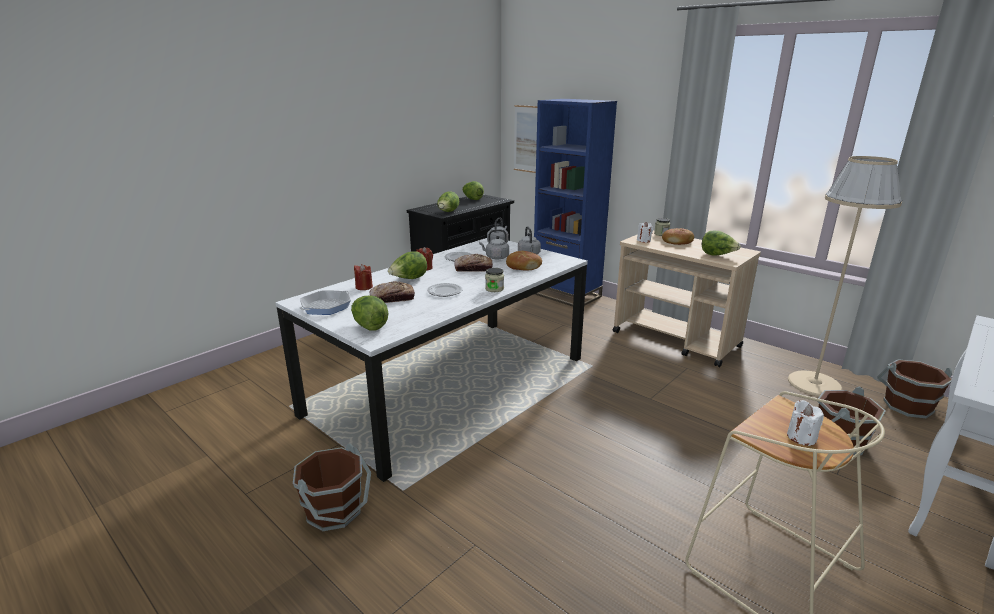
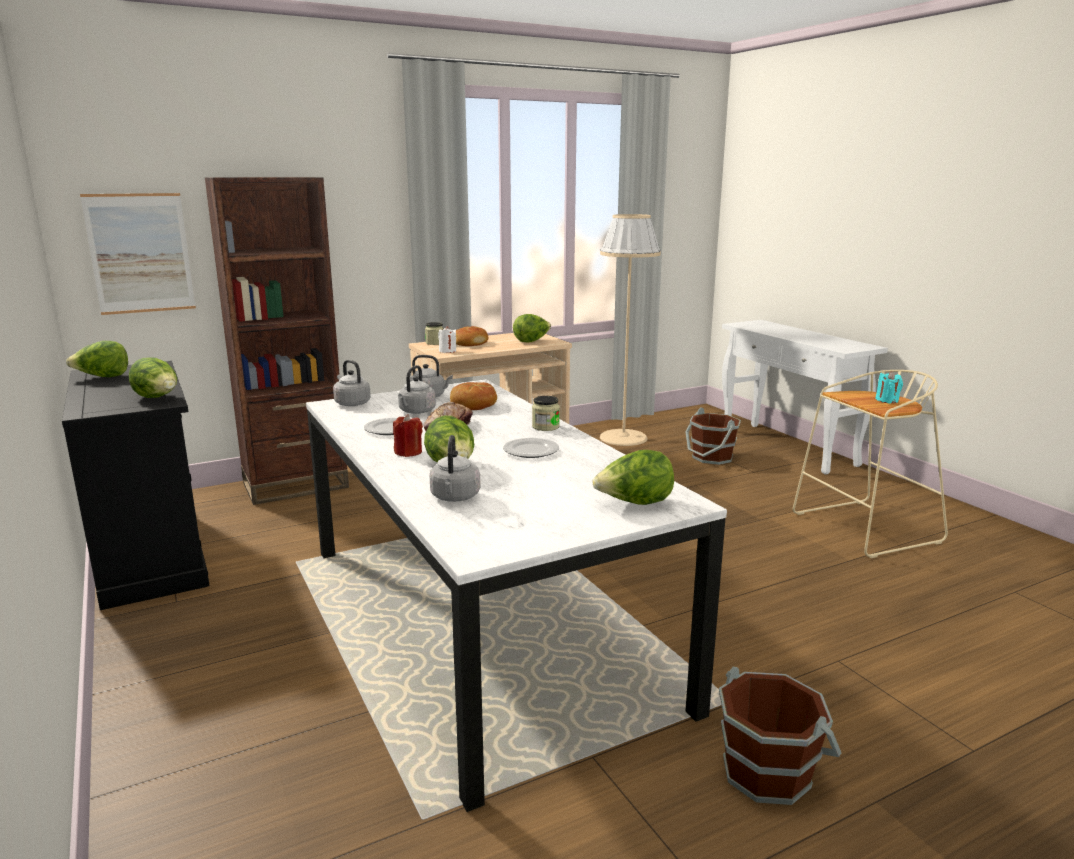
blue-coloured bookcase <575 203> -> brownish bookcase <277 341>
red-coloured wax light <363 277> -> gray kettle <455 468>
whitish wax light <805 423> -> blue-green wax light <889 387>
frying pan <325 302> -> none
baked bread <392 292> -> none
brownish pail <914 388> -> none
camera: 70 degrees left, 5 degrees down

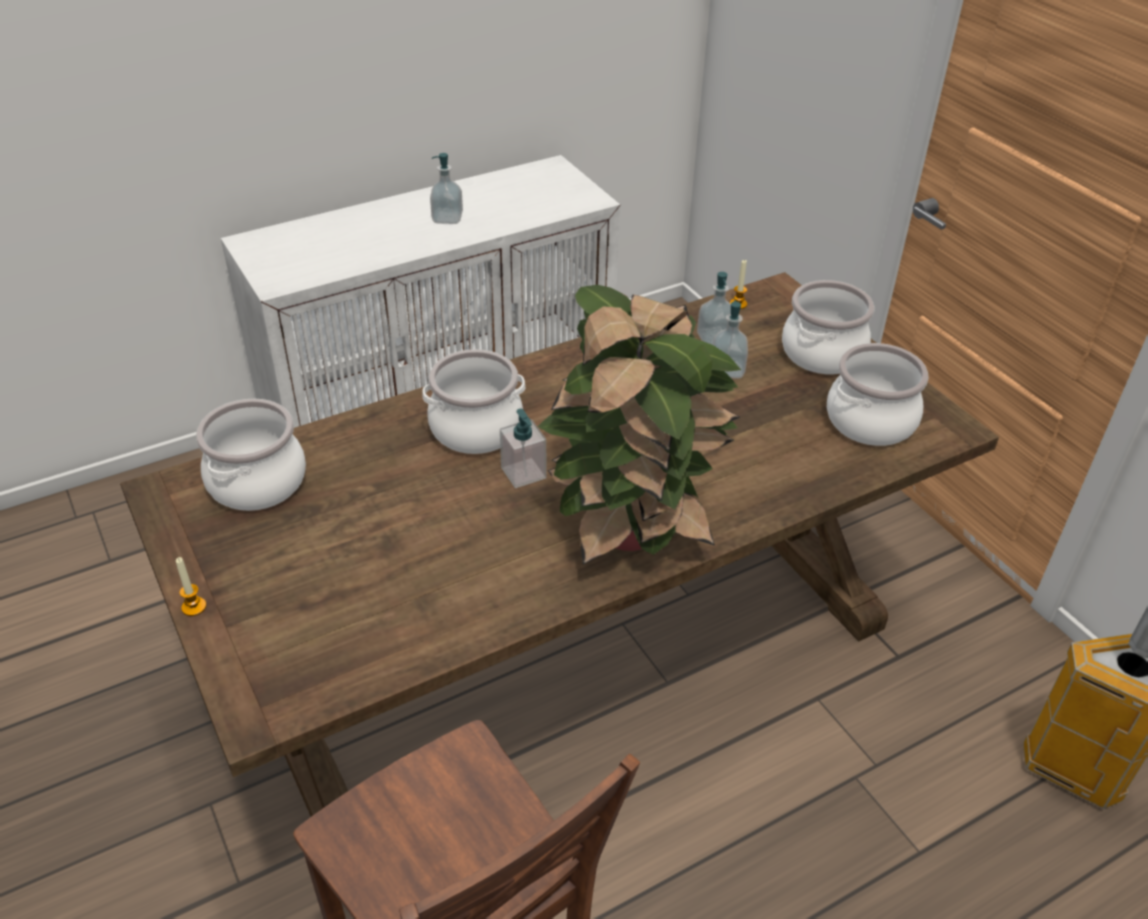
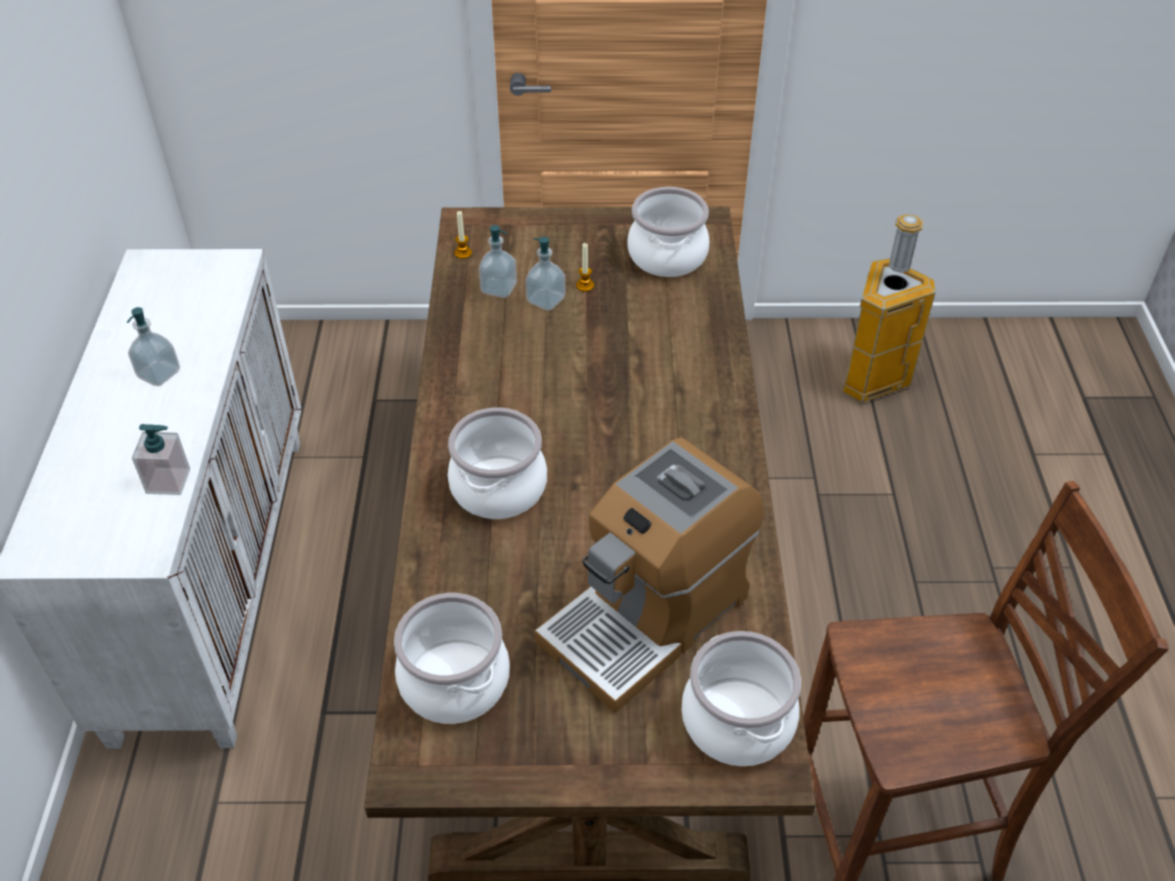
soap bottle <523 448> -> soap bottle <161 459>, move
none -> coffee brewer <649 575>
wax light <191 586> -> wax light <585 267>, move
saucepot <828 327> -> saucepot <741 698>, move
potted plant <639 424> -> none
camera: 60 degrees left, 5 degrees up

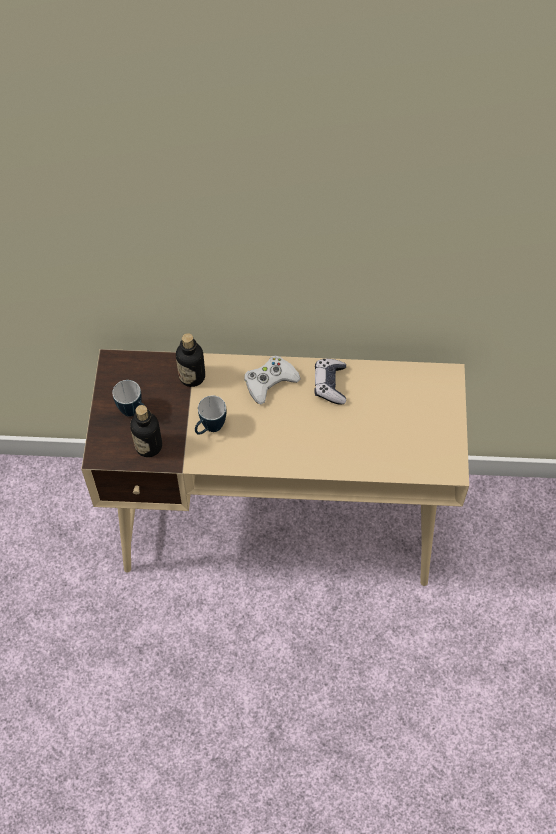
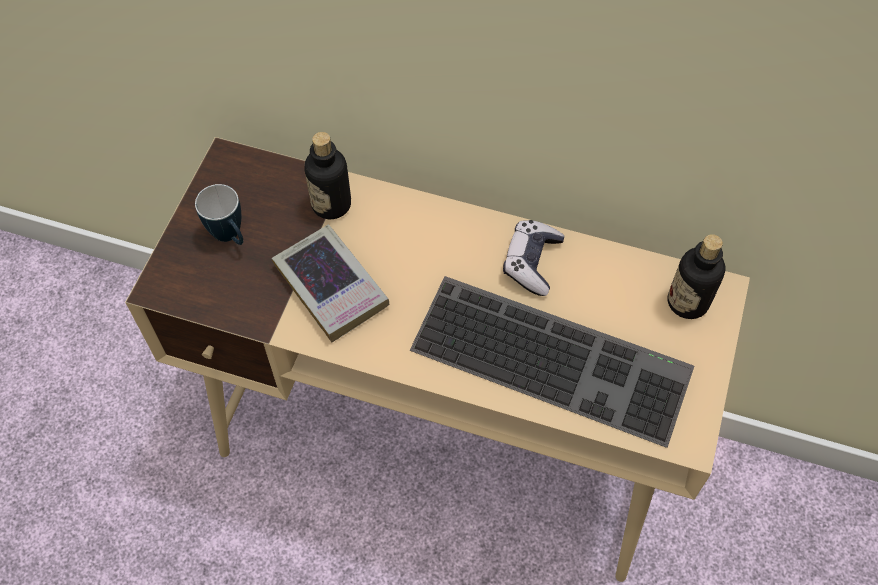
tea mug <211 415> -> volume <331 283>
none -> computer keyboard <552 362>
bottle <146 431> -> bottle <696 276>, move
whitish game controller <272 380> -> none
camera: 15 degrees right, 0 degrees up

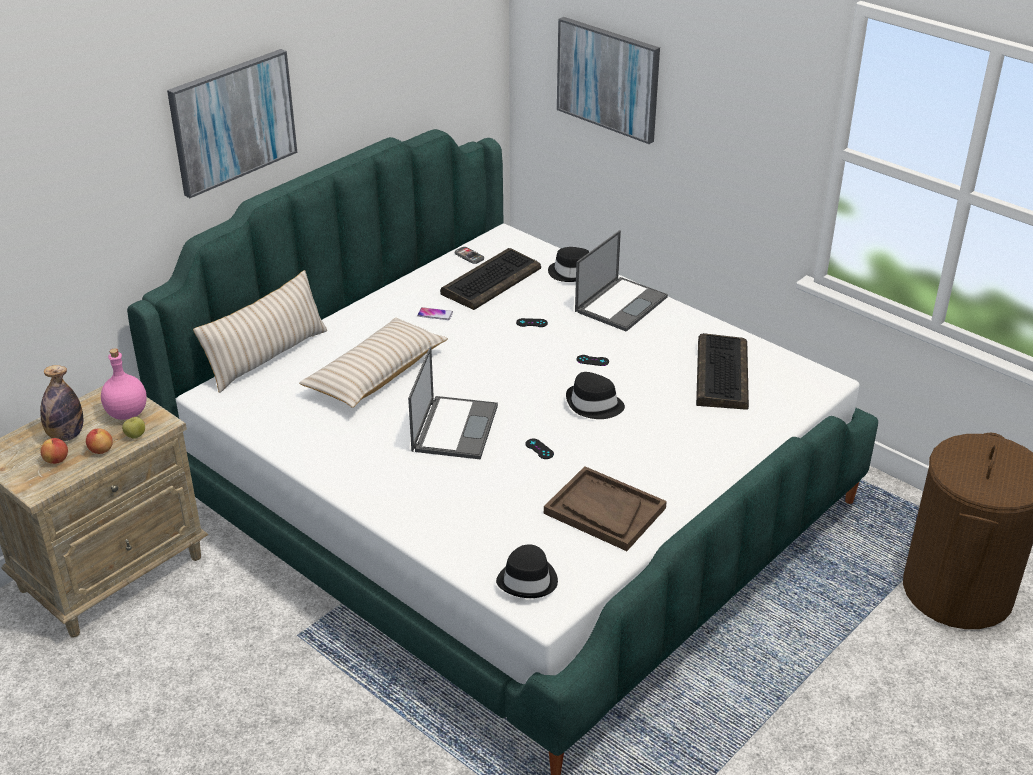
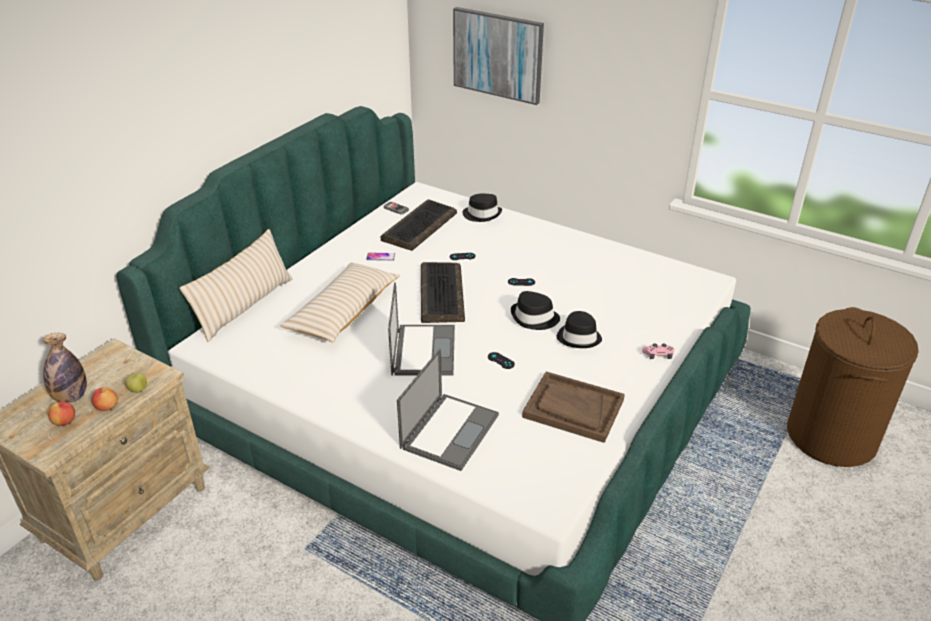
laptop <621 281> -> laptop <448 410>, move
computer keyboard <722 371> -> computer keyboard <443 292>, move
black-coloured wearable hat <527 571> -> black-coloured wearable hat <579 329>, move
none -> pinkish game controller <658 351>
pinkish bottle <124 384> -> none
wall art <232 123> -> none
camera: 10 degrees left, 0 degrees up

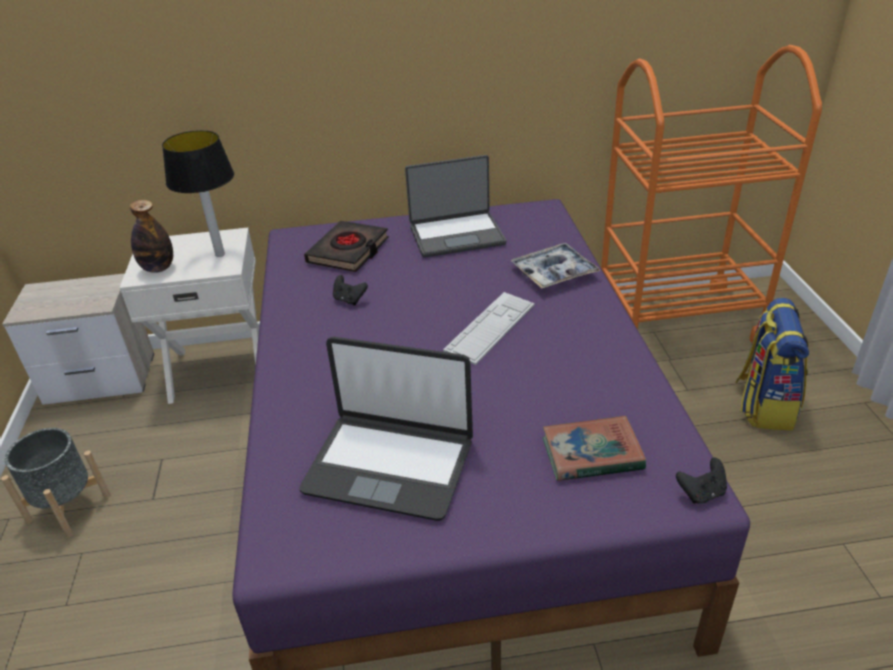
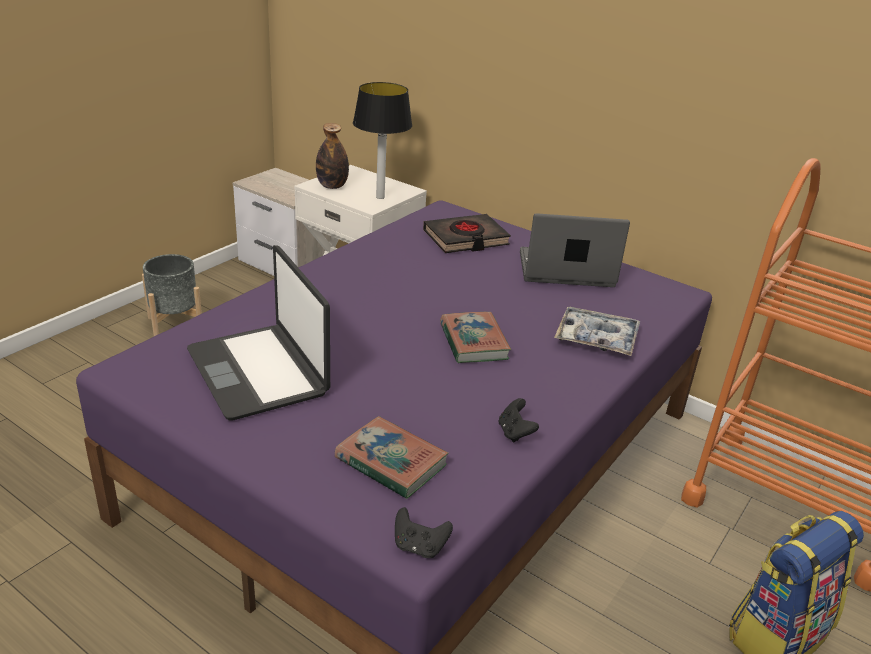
computer keyboard <489 328> -> volume <475 337>
black-coloured game controller <350 290> -> black-coloured game controller <518 420>, move
laptop <455 206> -> laptop <575 250>, 150 degrees clockwise
camera: 40 degrees right, 5 degrees down

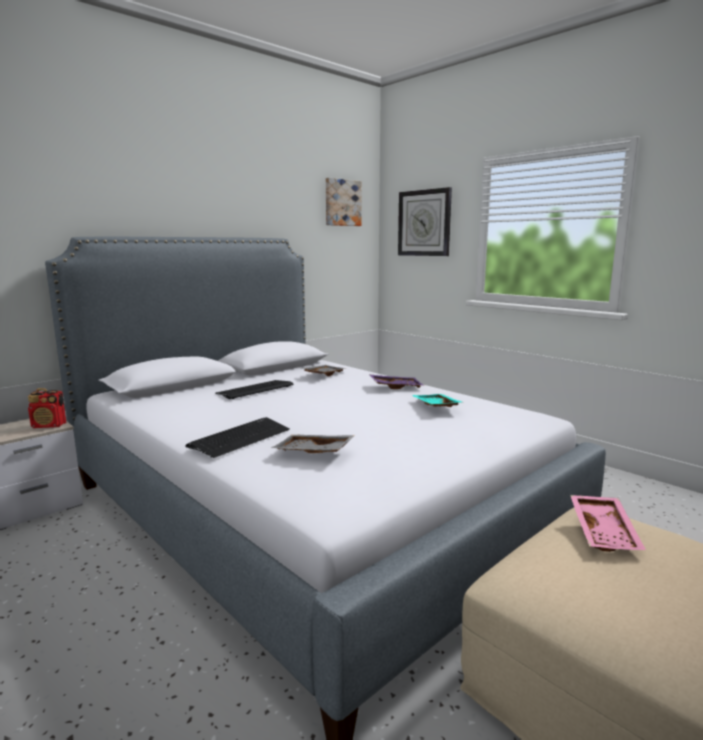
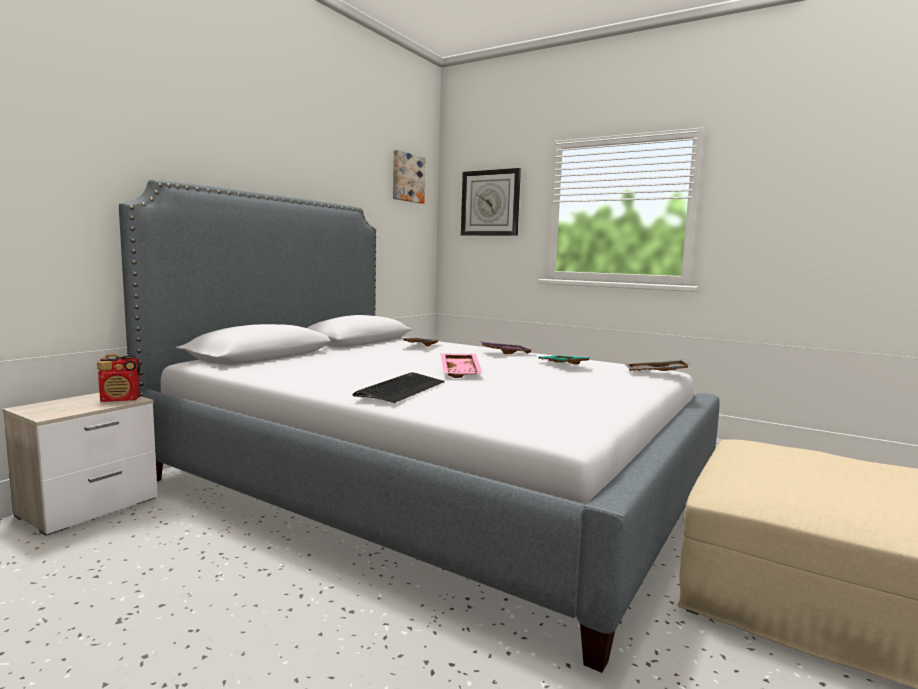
pinkish tray <608 523> -> pinkish tray <462 366>, move
gray tray <313 444> -> gray tray <659 365>, move
computer keyboard <254 389> -> none
camera: 15 degrees left, 5 degrees down

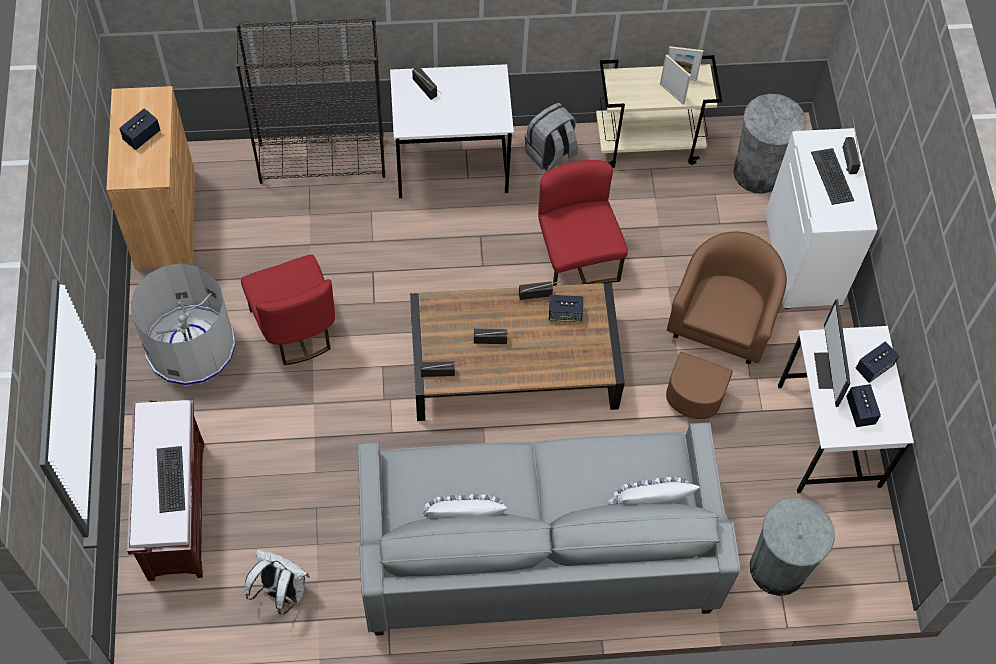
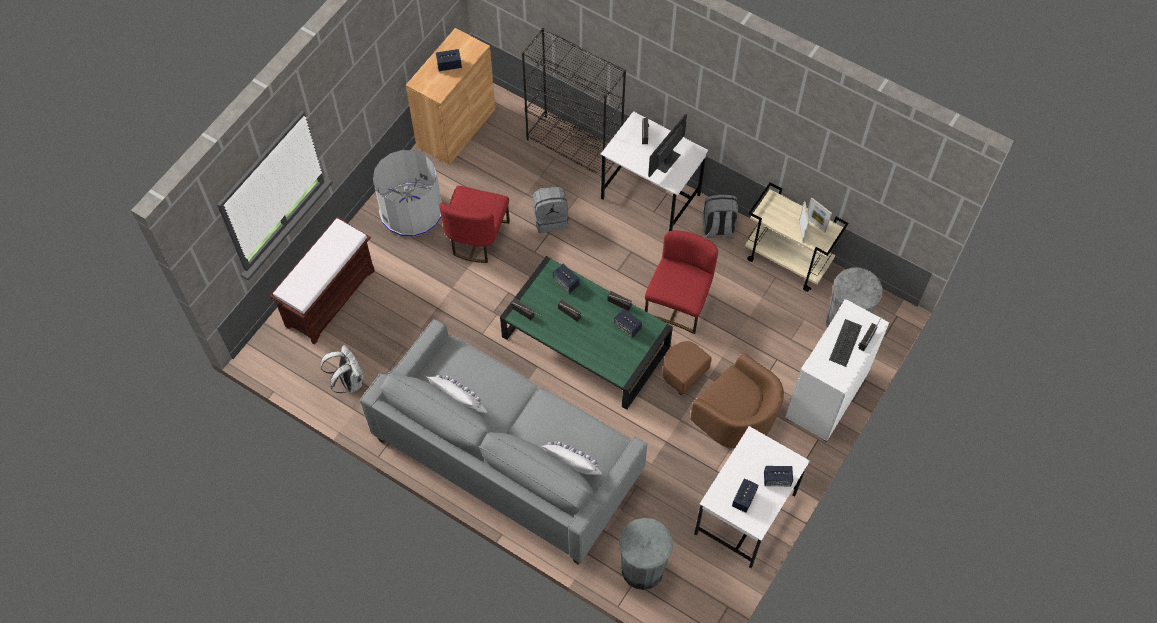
brownish lounge table <517 352> -> green-coloured lounge table <586 333>
none -> gray backpack <551 209>
none -> speaker <566 278>
monitor <832 353> -> monitor <667 145>, move
brownish armchair <726 325> -> brownish armchair <723 395>, 75 degrees clockwise
computer keyboard <171 479> -> none
camera: 40 degrees right, 0 degrees up

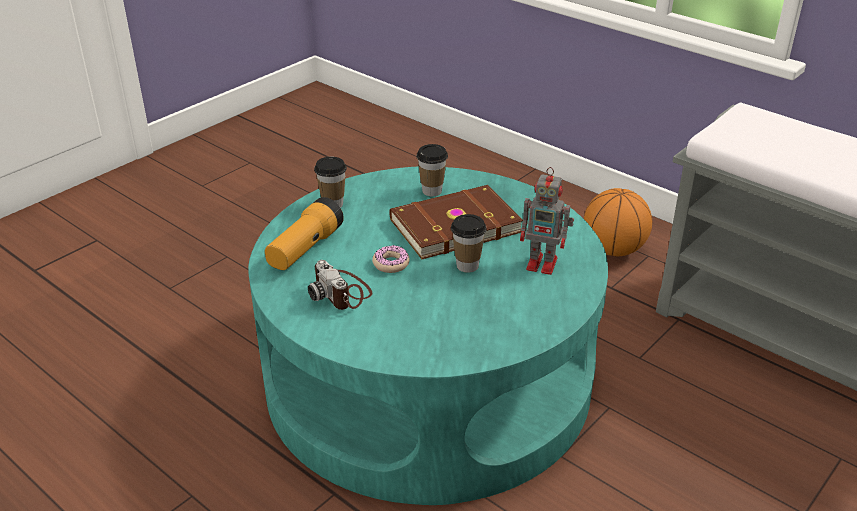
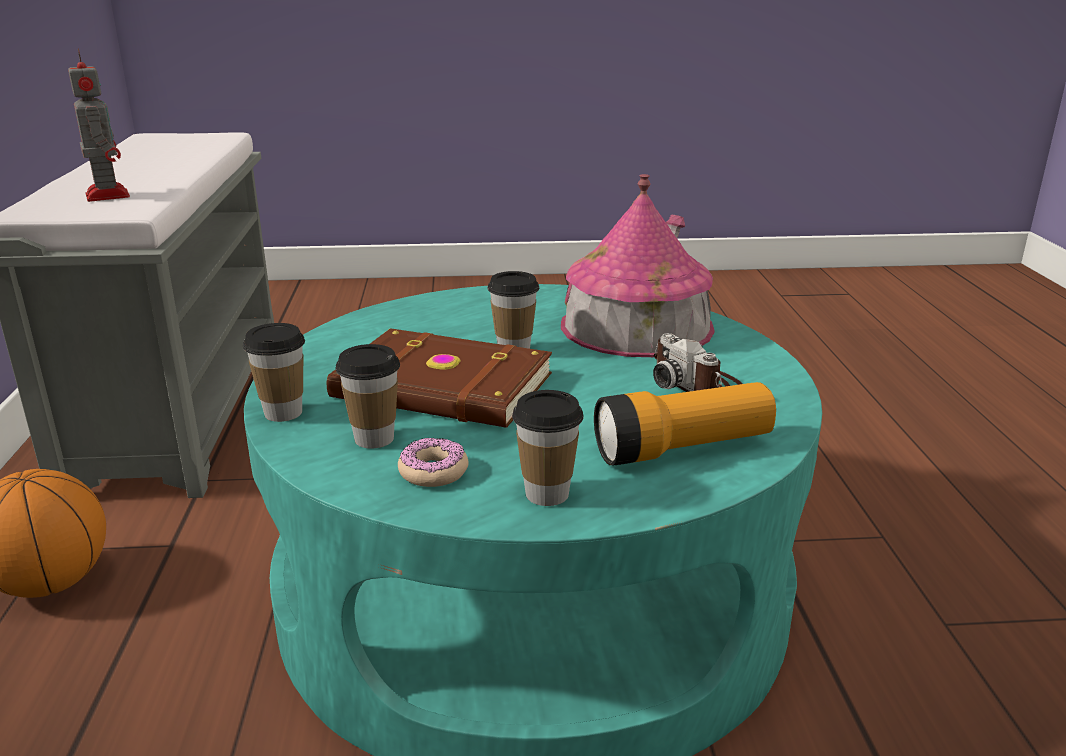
toy robot <547 221> -> toy robot <99 125>, move
none -> cup <274 372>
doughnut <391 259> -> doughnut <433 462>, move
none -> toy house <638 265>
still camera <340 285> -> still camera <697 362>, 135 degrees clockwise
camera: 135 degrees left, 10 degrees down

